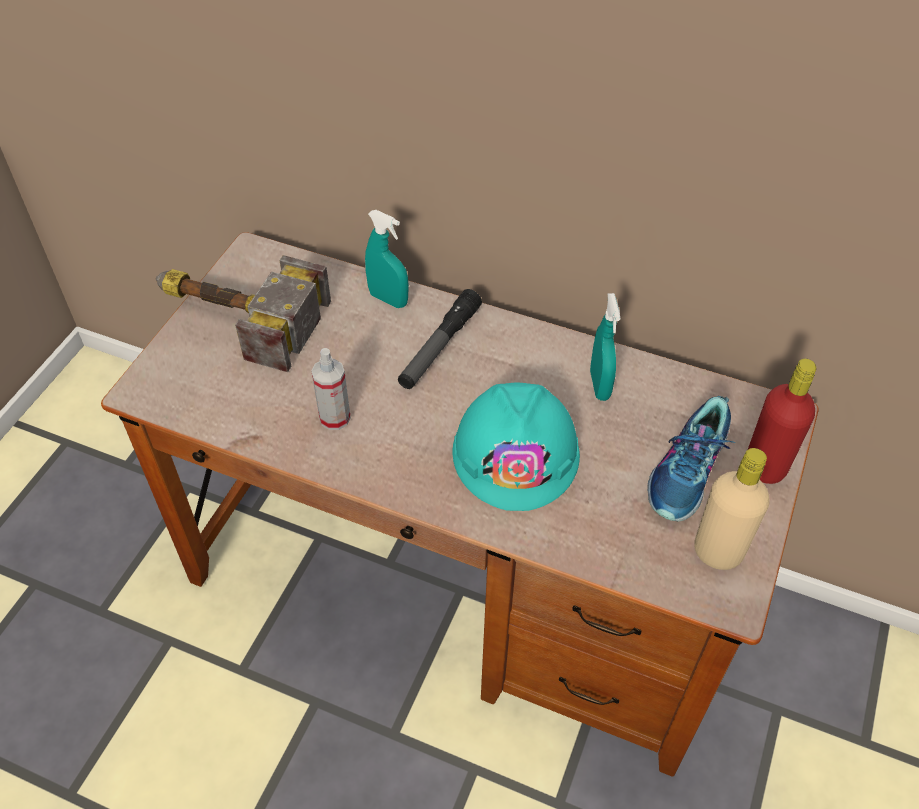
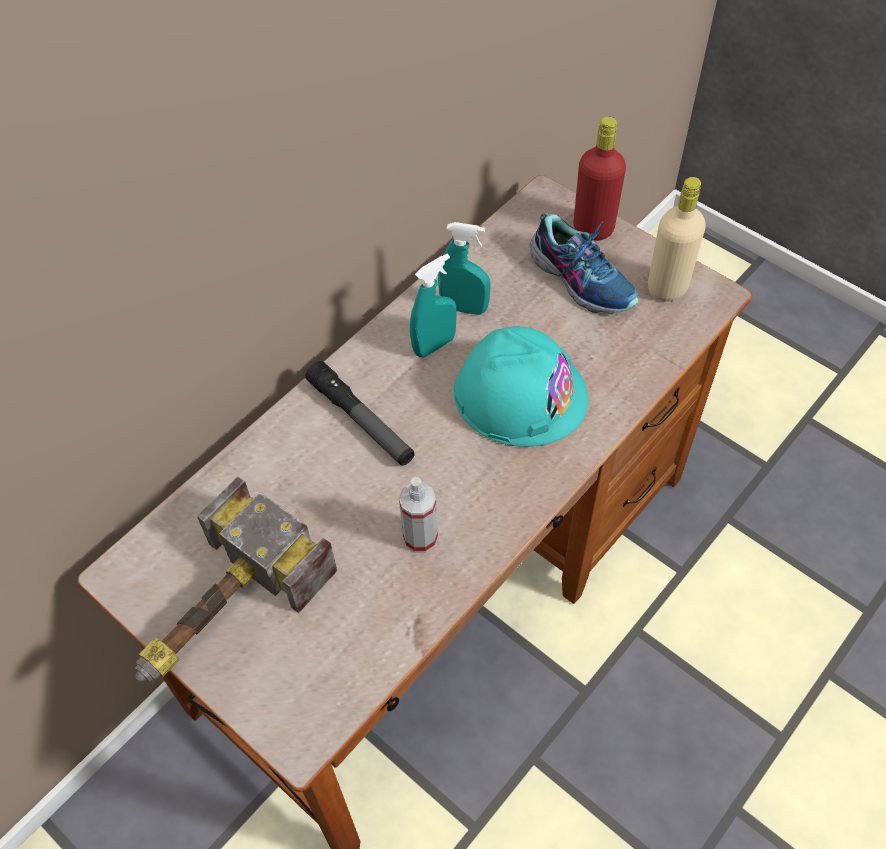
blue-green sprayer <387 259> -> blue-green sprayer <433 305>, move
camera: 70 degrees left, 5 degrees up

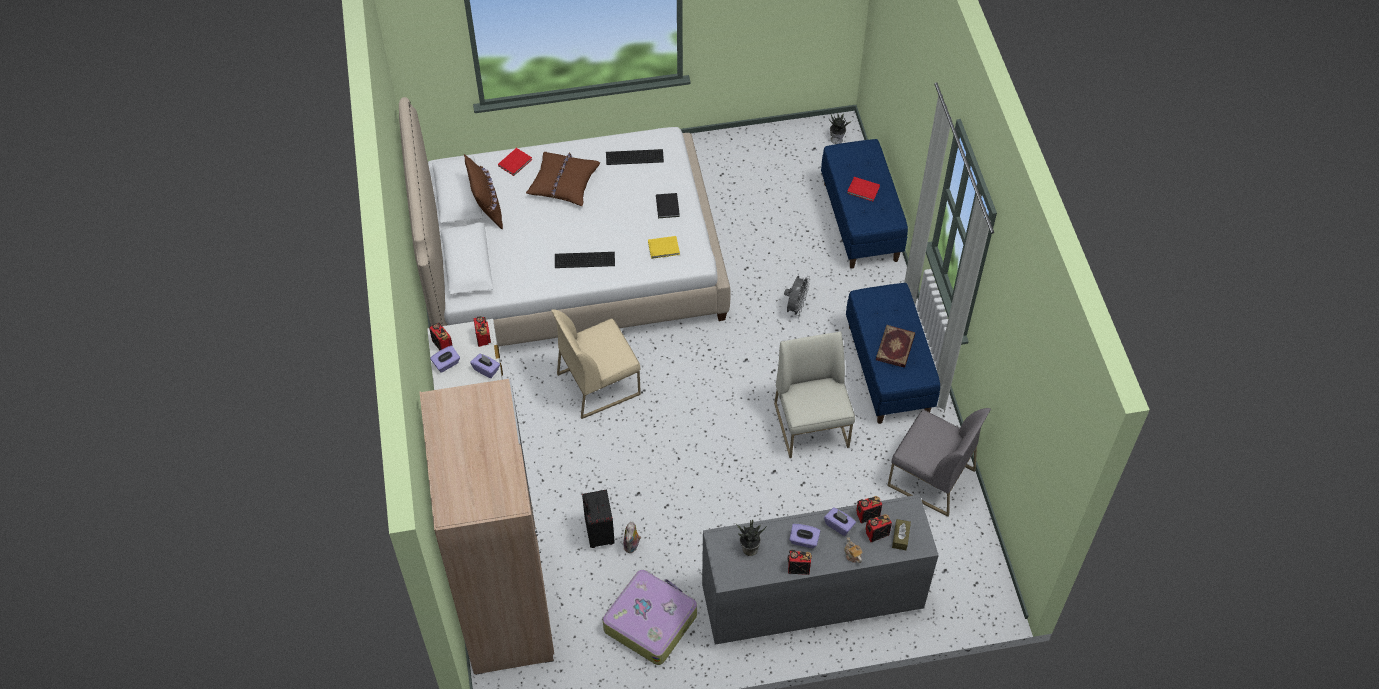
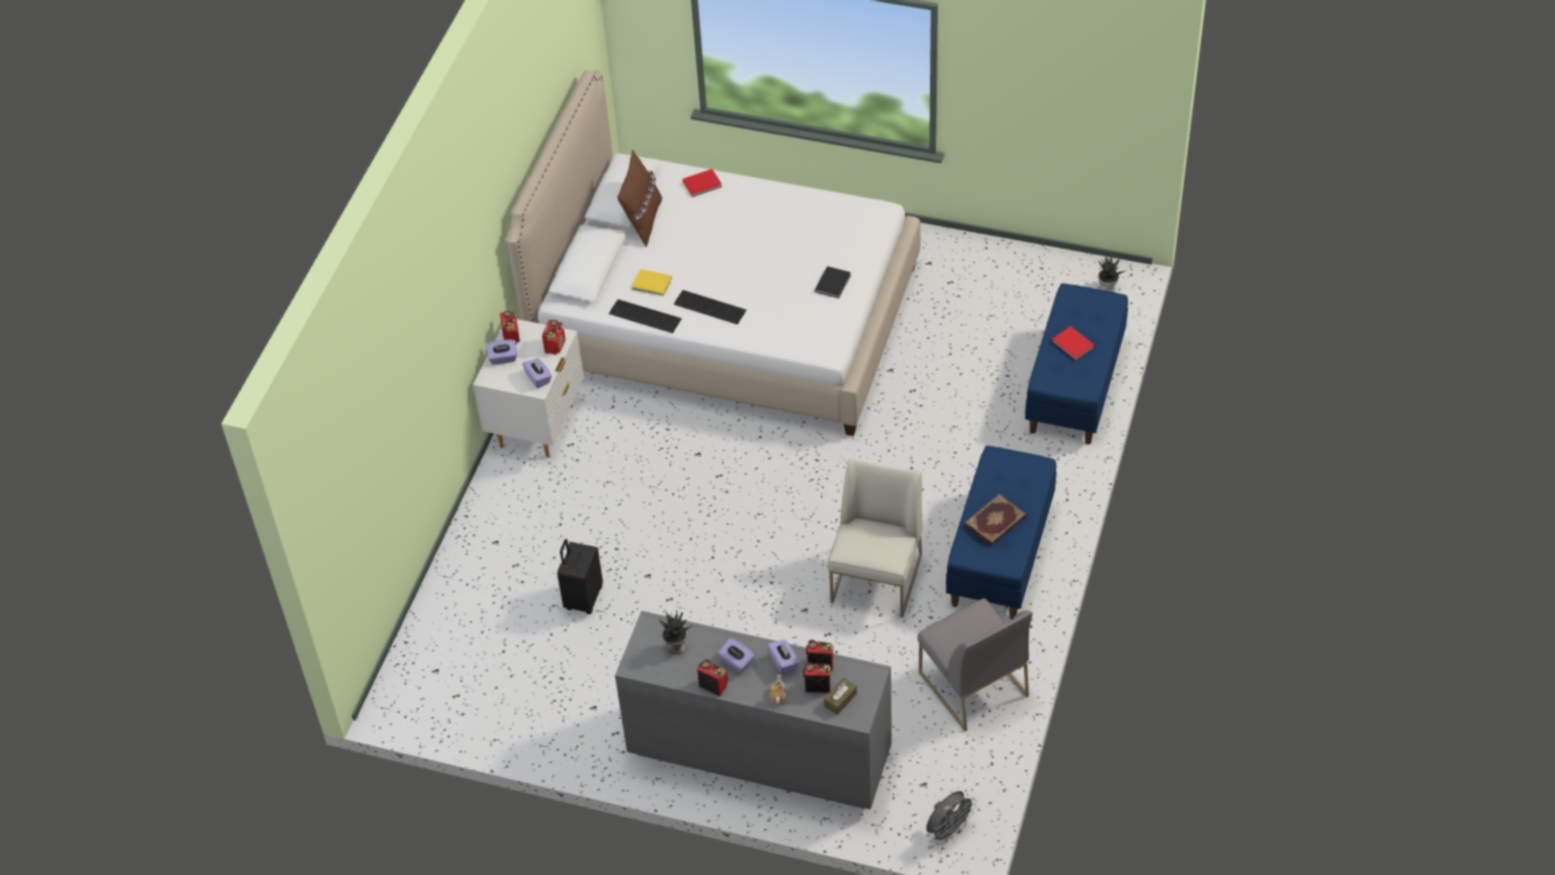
computer keyboard <635 157> -> computer keyboard <645 316>, move
yellow-coloured volume <664 247> -> yellow-coloured volume <652 282>, move
gray fan <797 296> -> gray fan <951 817>, move
beige-coloured wardrobe <487 526> -> none
brownish pillow <563 179> -> none
beige-coloured plain chair <596 364> -> none
suitcase <650 617> -> none
plush toy <632 537> -> none
camera: 30 degrees right, 5 degrees down

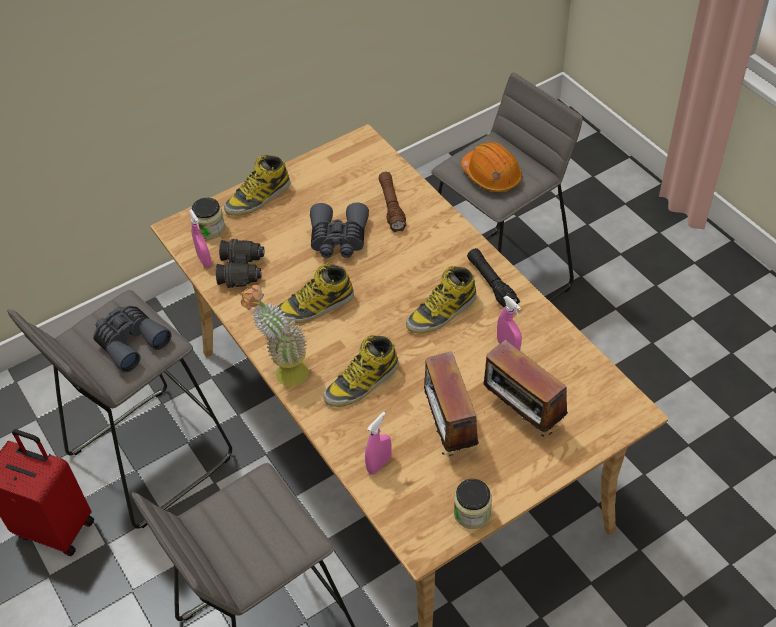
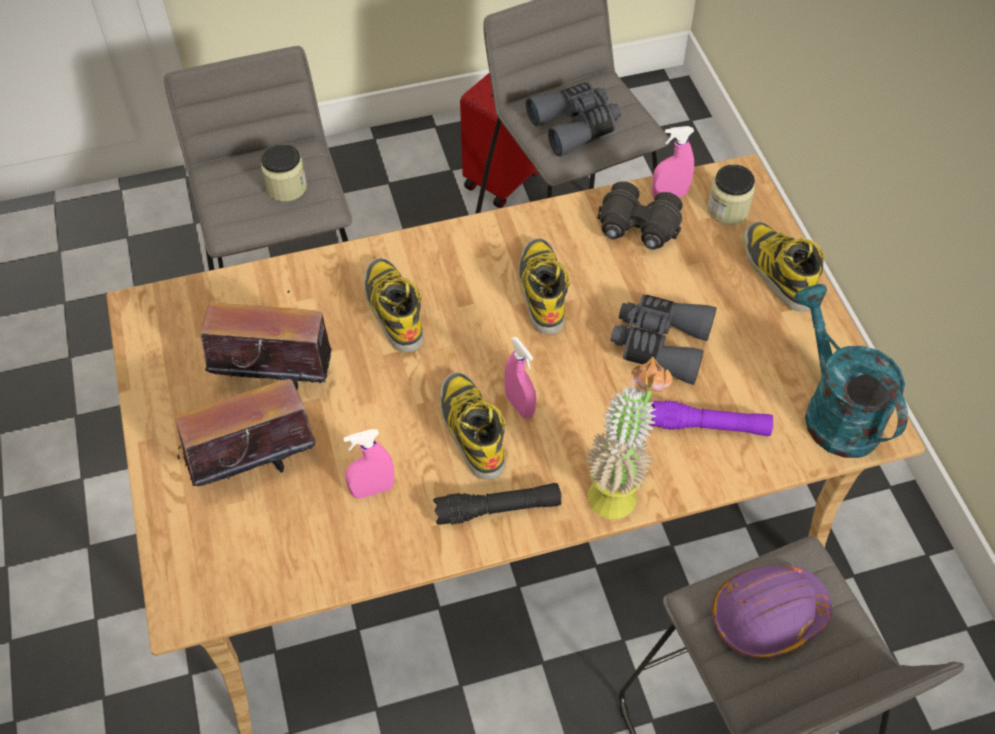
jar <473 504> -> jar <284 173>, move
pinkish sprayer <378 443> -> pinkish sprayer <520 377>, move
potted plant <275 335> -> potted plant <628 438>, move
brownish flashlight <393 202> -> purple flashlight <711 418>
orange hard hat <491 167> -> purple hard hat <771 612>
none -> blue-green sprinkling can <851 371>
camera: 105 degrees right, 5 degrees up

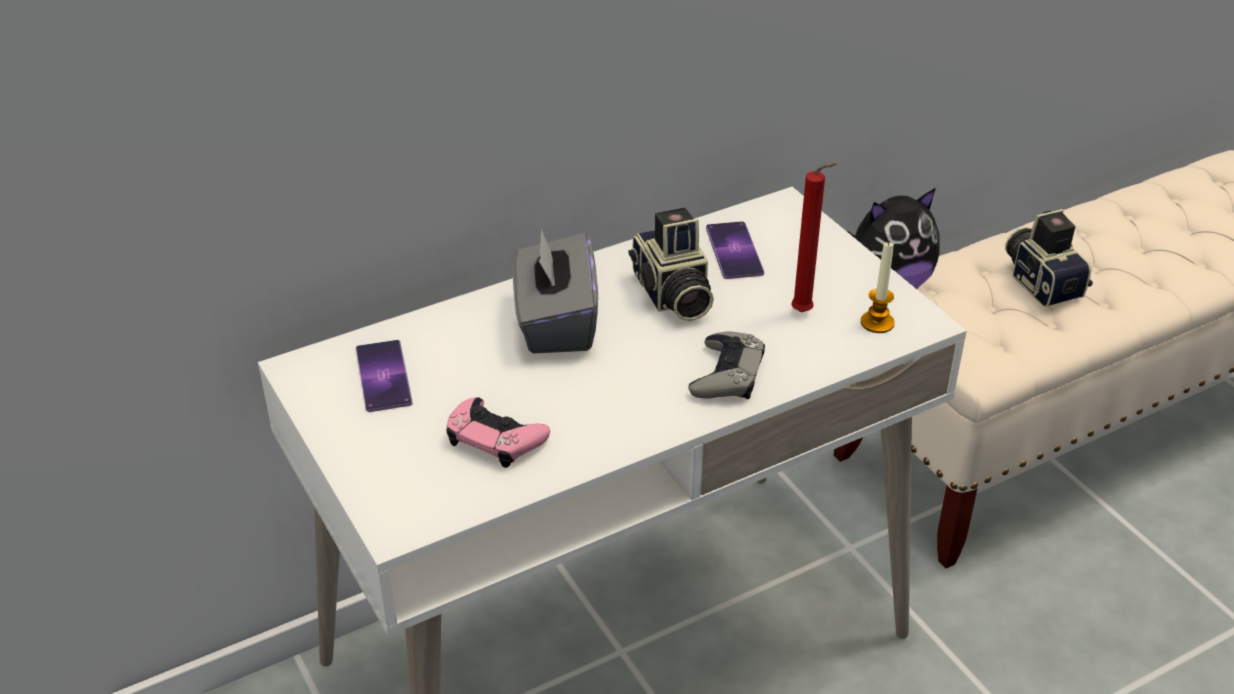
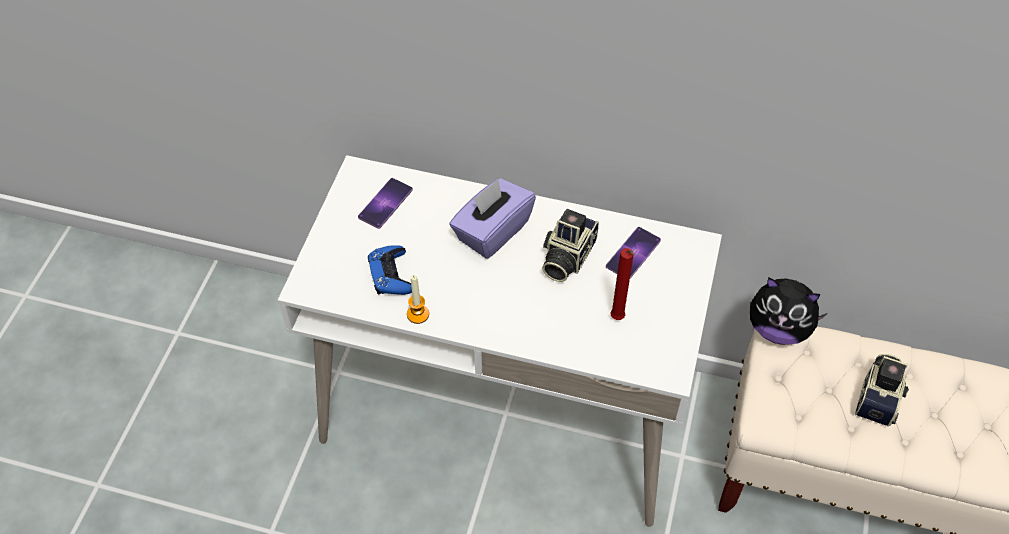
pinkish game controller <498 432> -> blue-coloured game controller <390 270>
wax light <878 287> -> wax light <418 299>, move
gray tissue box <555 292> -> purple tissue box <492 218>
gray game controller <726 365> -> none
camera: 45 degrees right, 15 degrees up

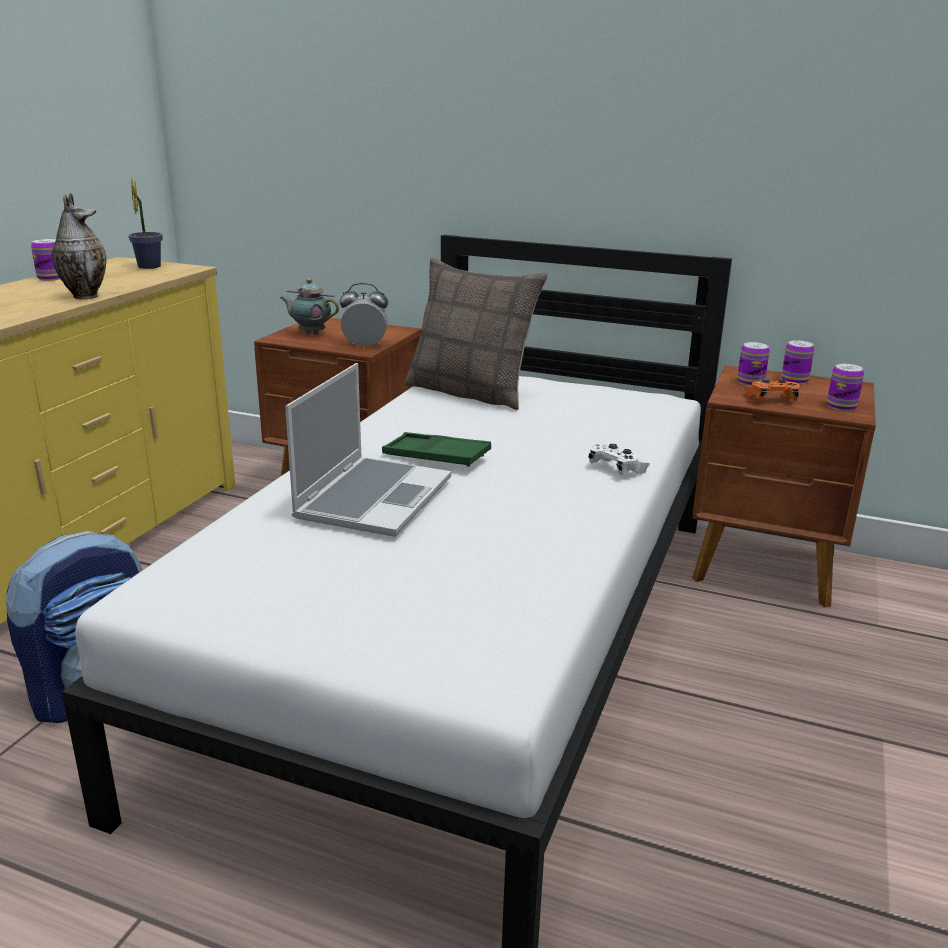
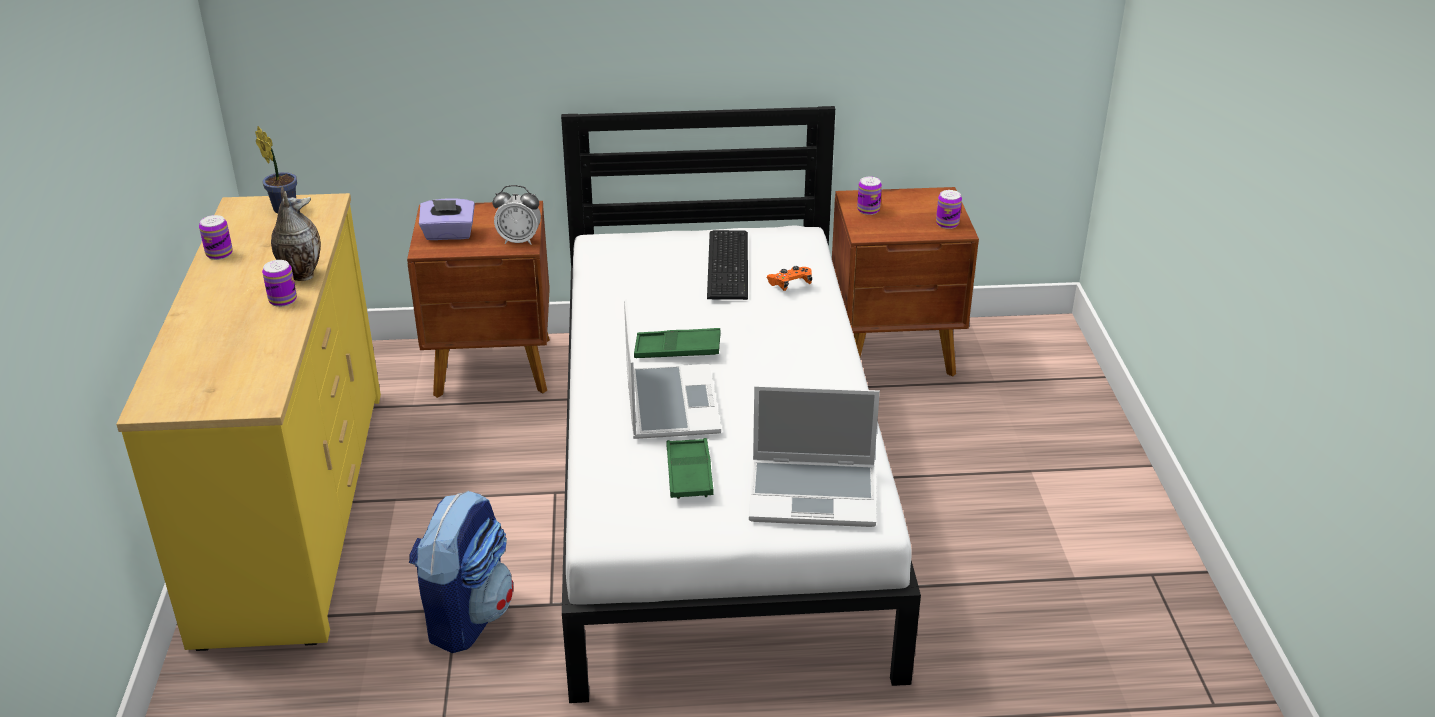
metal can <797 362> -> metal can <279 283>, move
tea pot <309 306> -> purple tissue box <447 219>
table clock <364 315> -> table clock <517 215>, 150 degrees counterclockwise
none -> green-coloured tray <690 468>
none -> computer keyboard <727 265>
none -> laptop <814 456>
orange game controller <772 390> -> orange game controller <789 278>, move
pillow <476 334> -> none
whitish game controller <619 459> -> none
camera: 25 degrees left, 10 degrees up

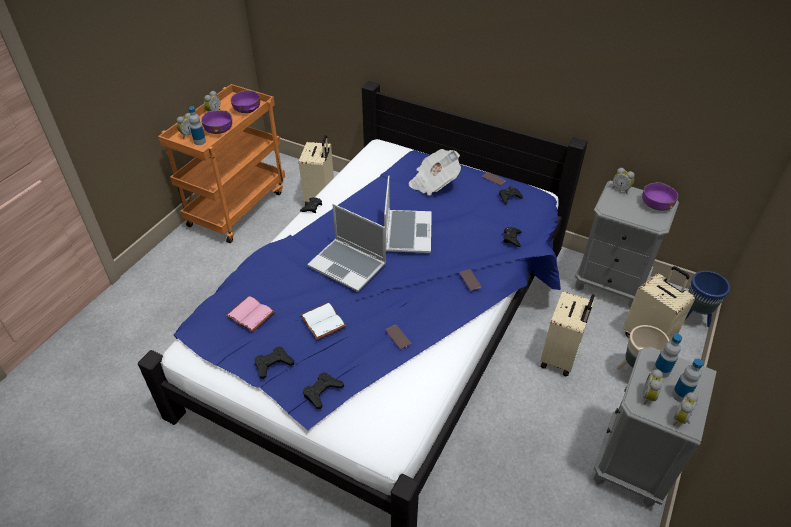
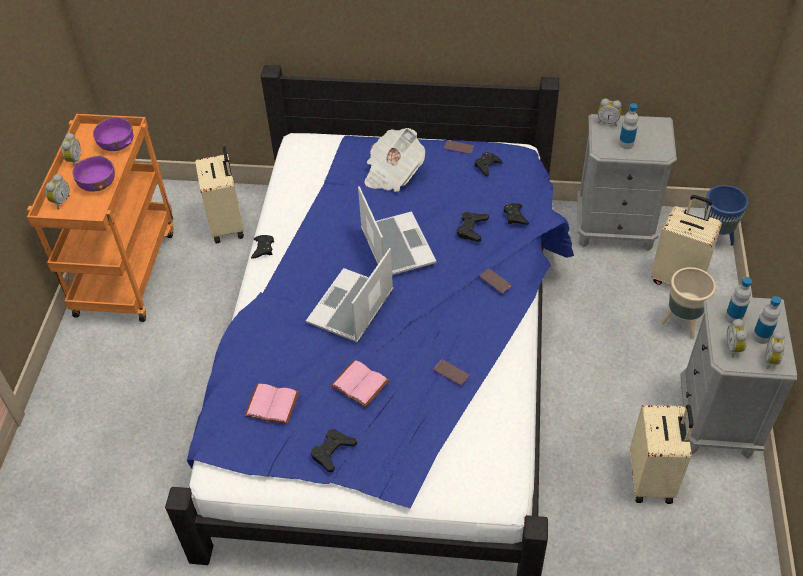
laptop <346 248> -> laptop <349 295>, 105 degrees clockwise
whitish volume <323 321> -> pinkish volume <359 383>
black-coloured game controller <323 390> -> black-coloured game controller <472 227>, move
bottle <197 126> -> bottle <628 126>, move
beige-coloured suitcase <568 334> -> beige-coloured suitcase <661 454>, move
purple serving bowl <660 196> -> none
camera: 20 degrees left, 5 degrees up

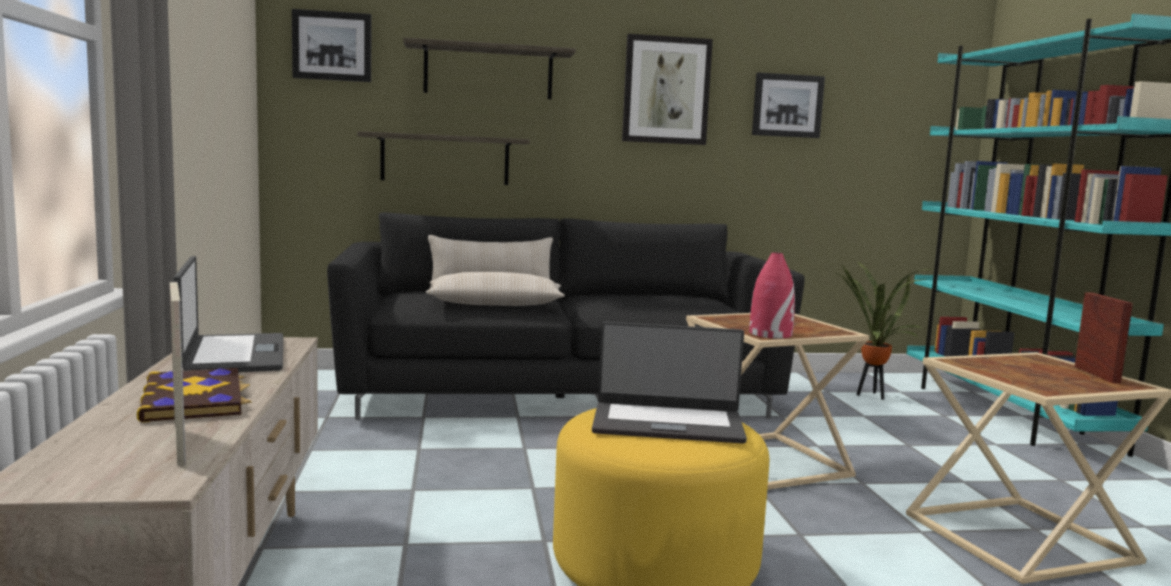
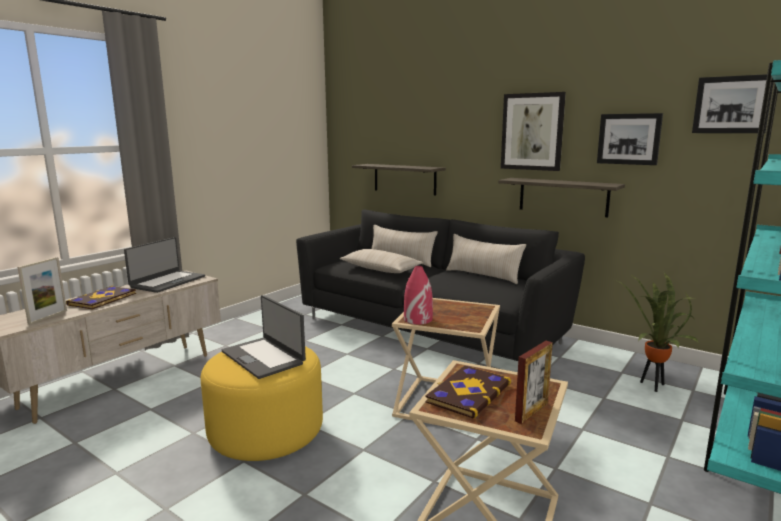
none -> volume <468 392>
none -> beige-coloured pillow <486 259>
bracket shelf <489 68> -> bracket shelf <561 197>, move
wall art <331 45> -> wall art <733 103>, move
camera: 45 degrees right, 5 degrees up

